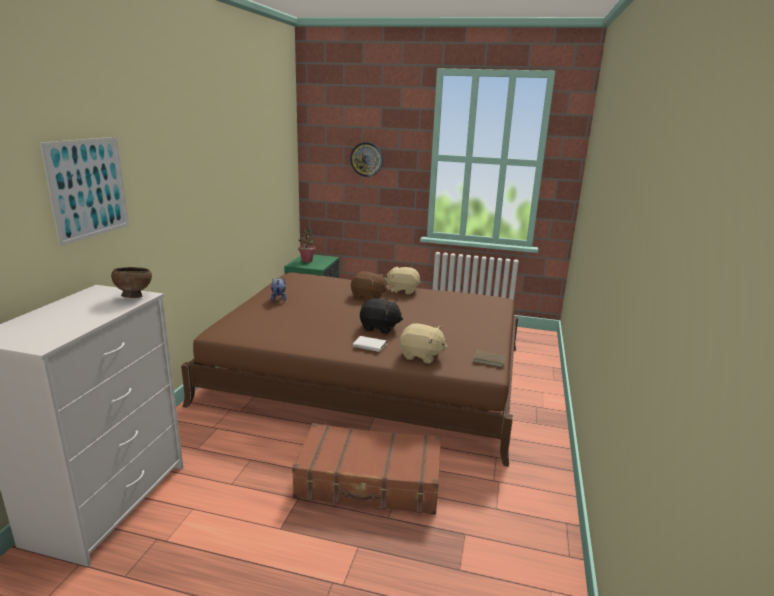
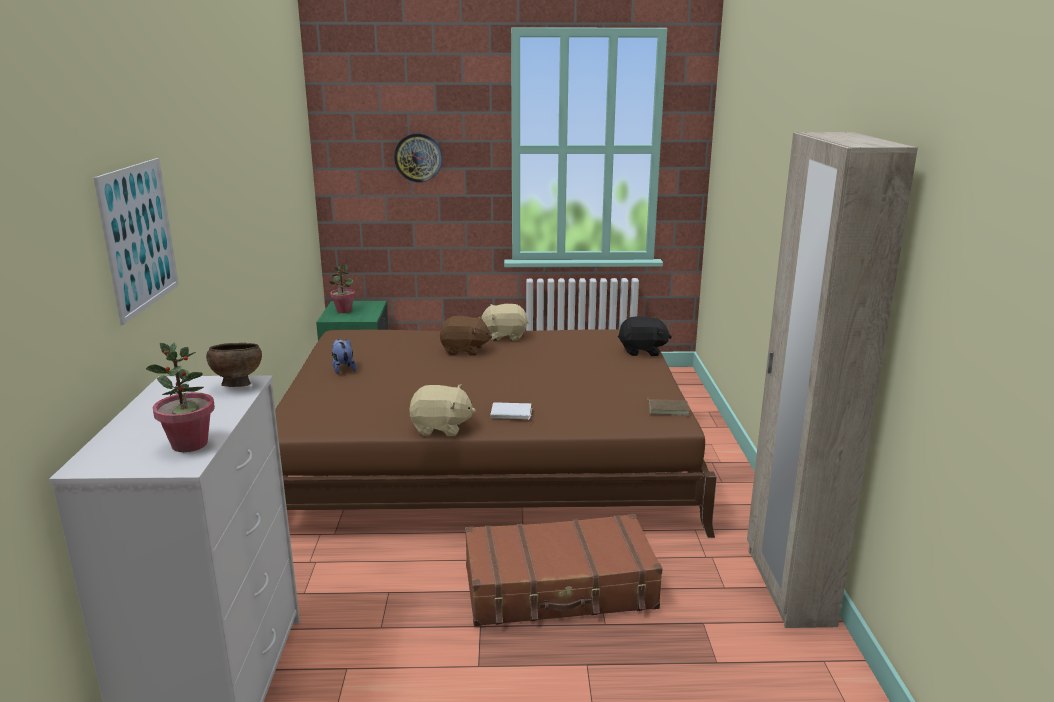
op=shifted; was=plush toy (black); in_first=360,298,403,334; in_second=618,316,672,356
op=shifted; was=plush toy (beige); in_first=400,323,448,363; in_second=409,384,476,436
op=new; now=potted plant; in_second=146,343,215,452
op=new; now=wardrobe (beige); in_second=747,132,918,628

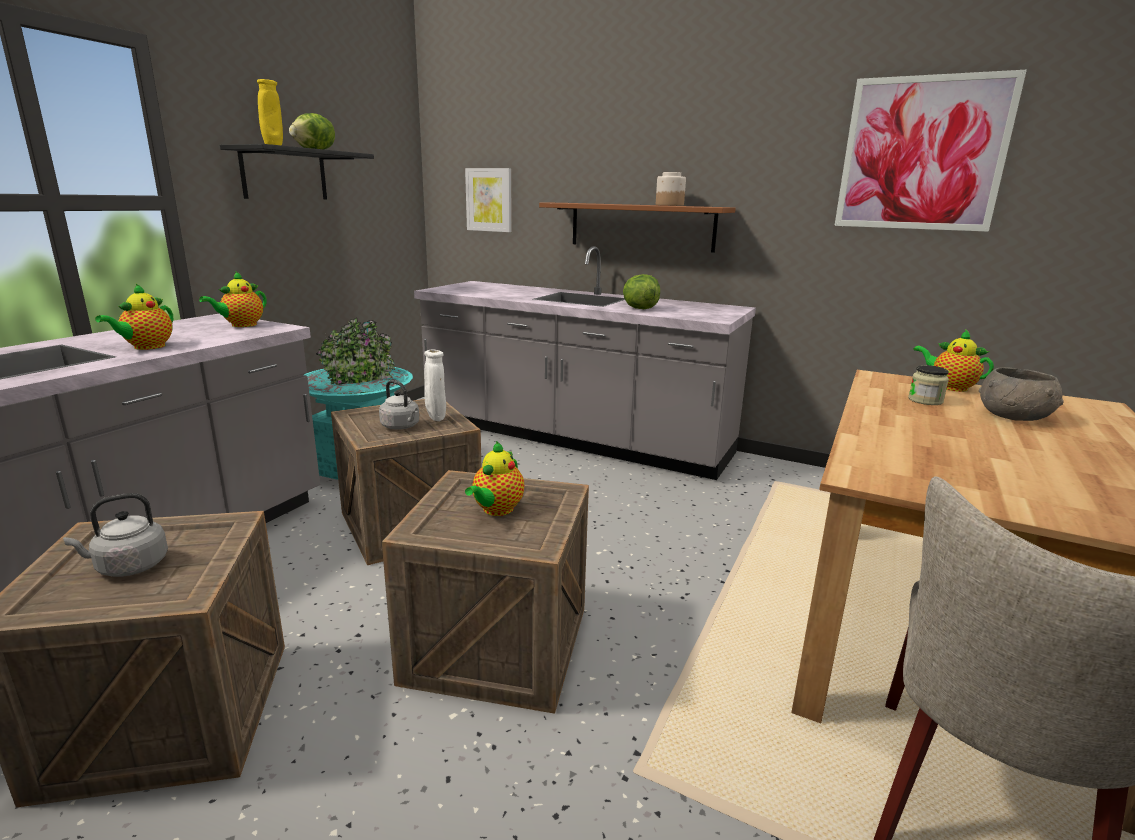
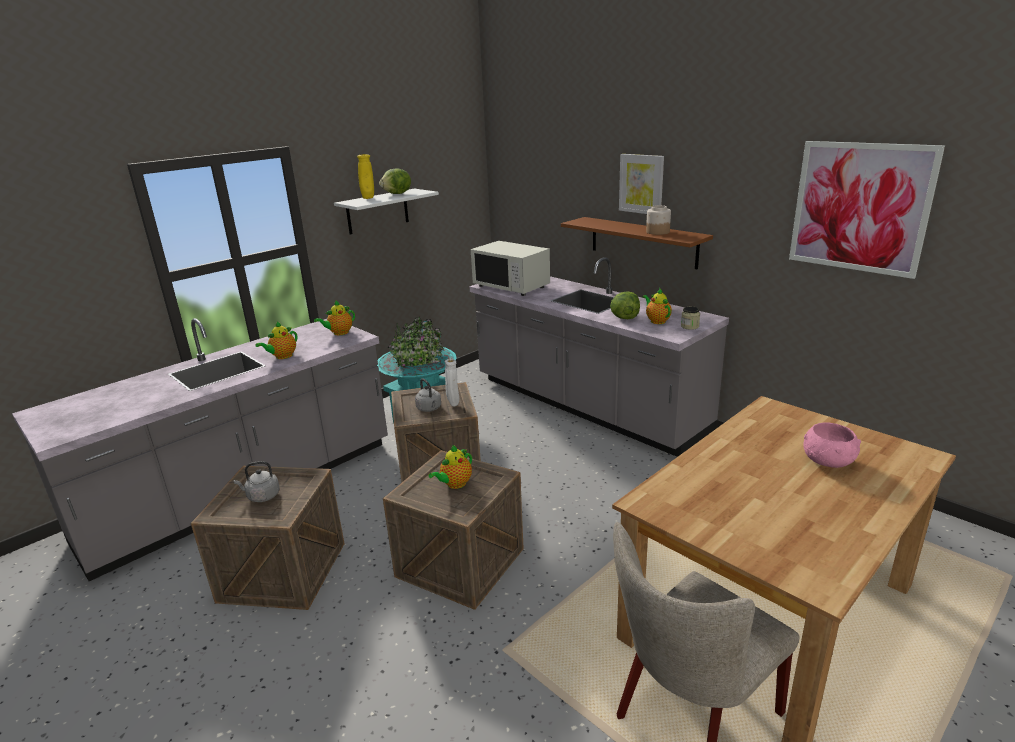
op=repainted; was=shelf (black); now=shelf (white); in_first=220,144,374,200; in_second=334,189,439,235
op=shifted; was=picture; in_first=465,168,512,232; in_second=619,154,664,214
op=shifted; was=jar; in_first=908,365,949,405; in_second=681,306,700,330
op=shifted; was=teapot; in_first=913,329,994,392; in_second=643,289,672,324
op=repainted; was=bowl (grey); now=bowl (pink); in_first=979,367,1064,421; in_second=803,422,861,468
op=new; now=microwave (white); in_second=471,241,550,296

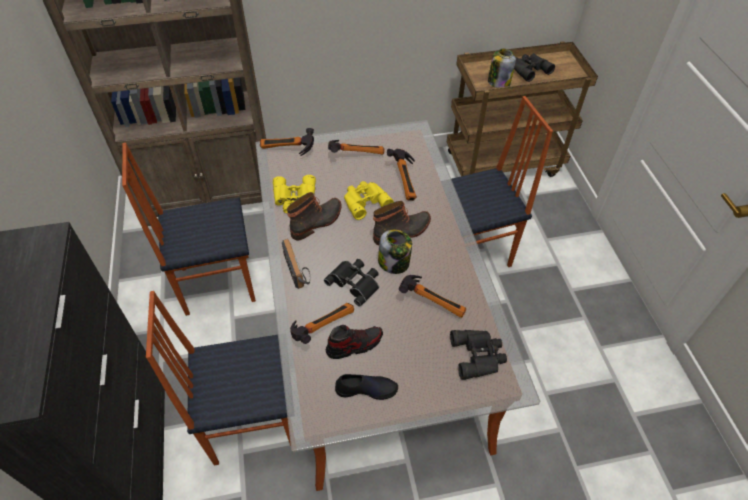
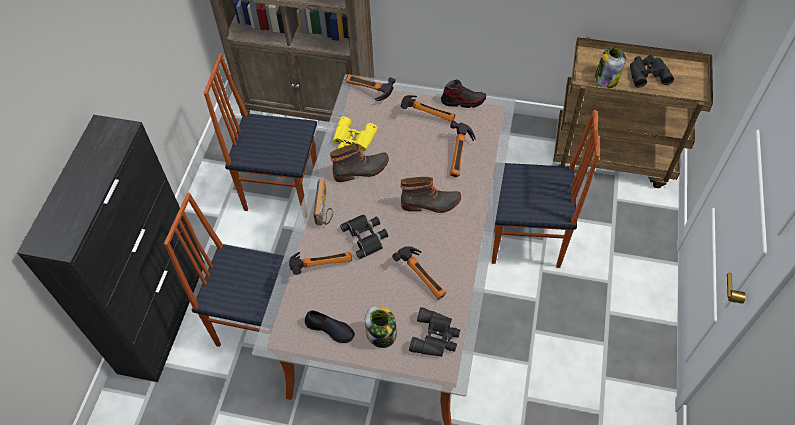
op=shifted; was=shoe; in_first=326,325,383,359; in_second=441,79,486,108
op=gone; was=binoculars (yellow); in_first=344,181,394,220
op=shifted; was=jar; in_first=378,230,412,274; in_second=365,306,397,348

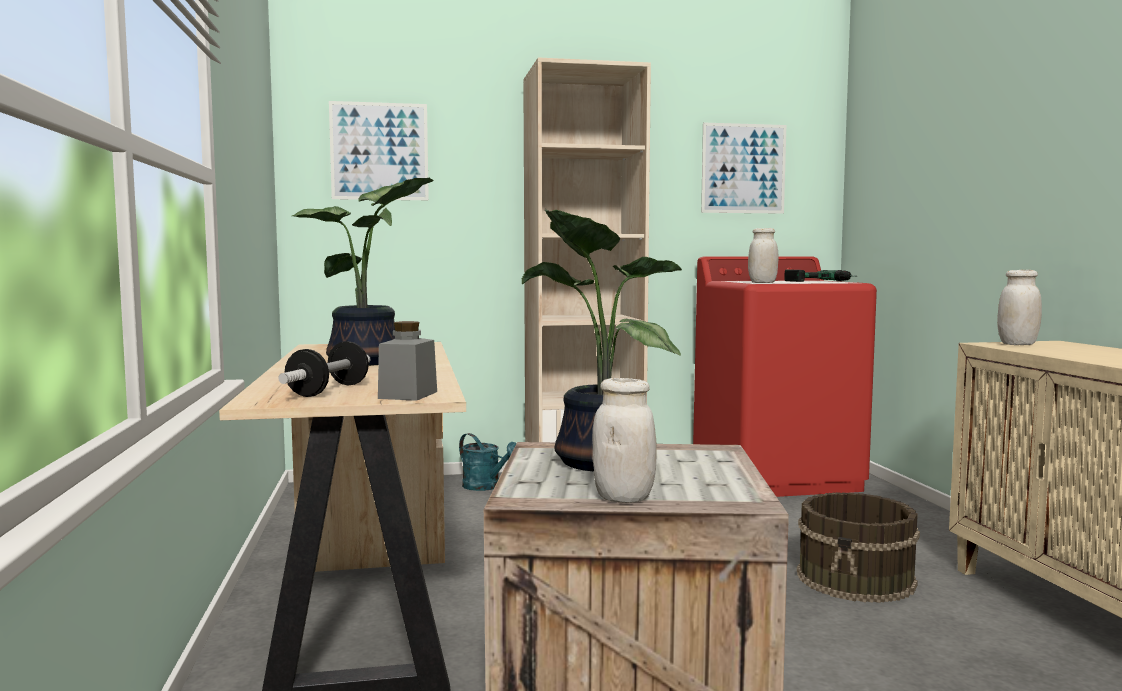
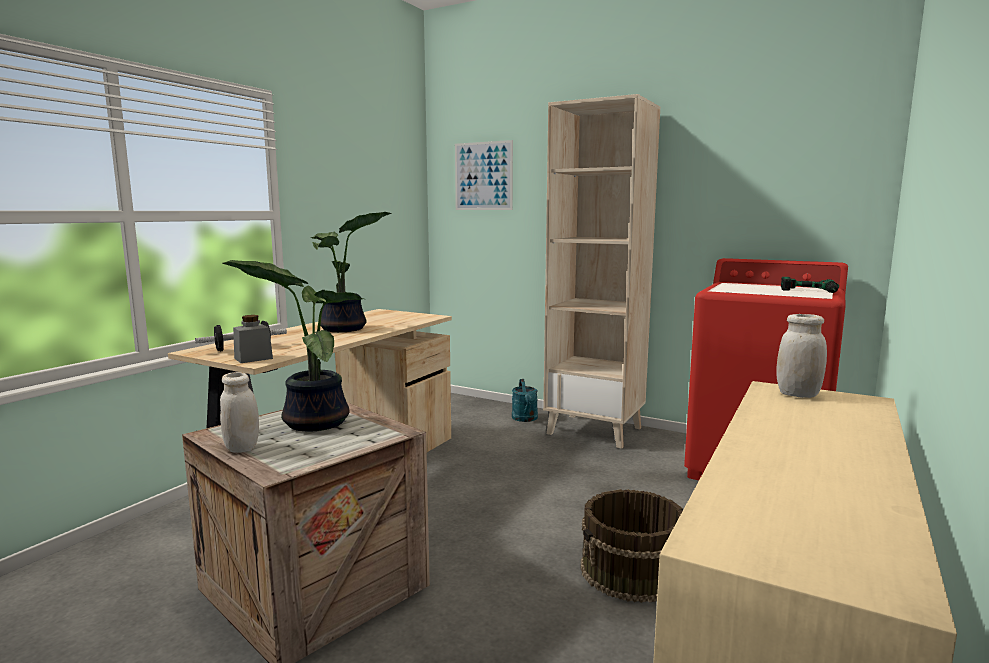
op=gone; was=picture; in_first=701,122,786,214
op=gone; was=jar (white); in_first=748,228,779,283

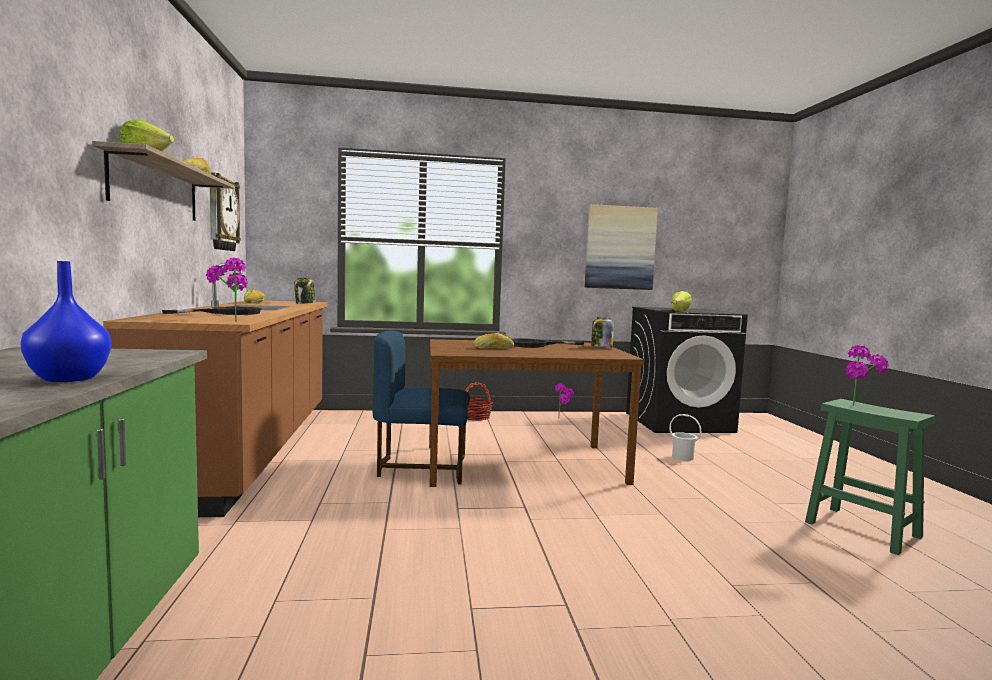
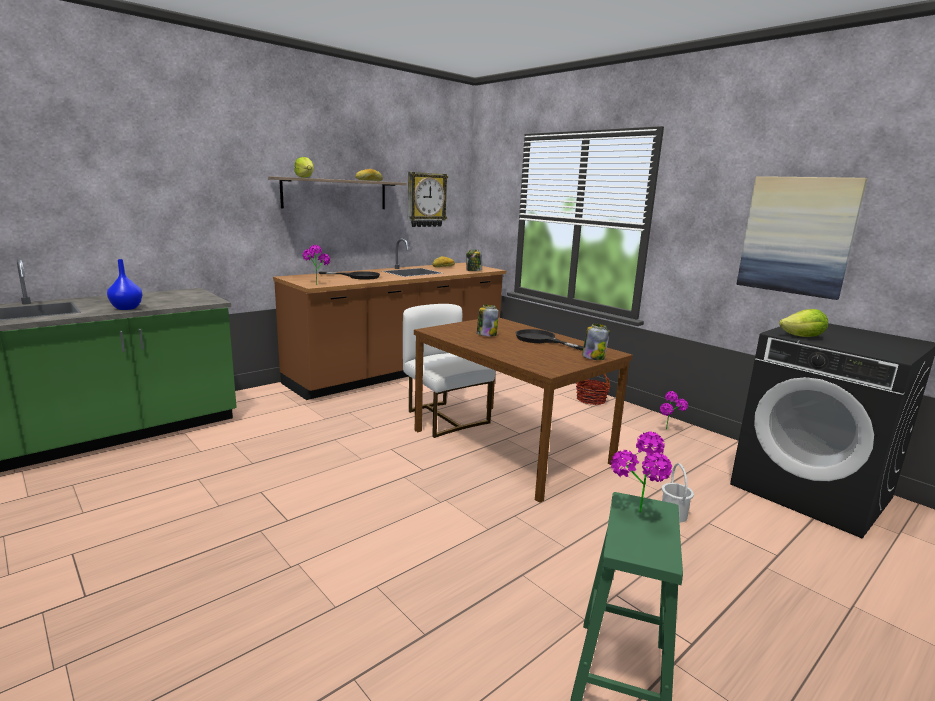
op=repainted; was=chair (blue); now=chair (white); in_first=373,331,470,484; in_second=403,304,495,438
op=swapped; was=bread; now=jar; in_first=473,333,514,349; in_second=477,305,499,336

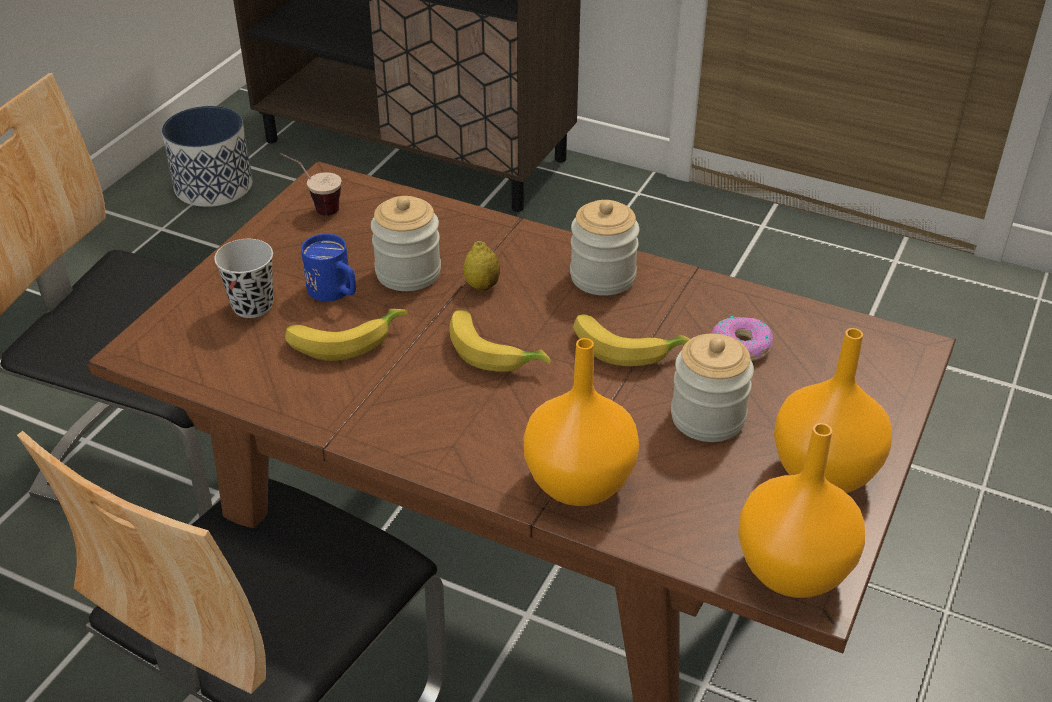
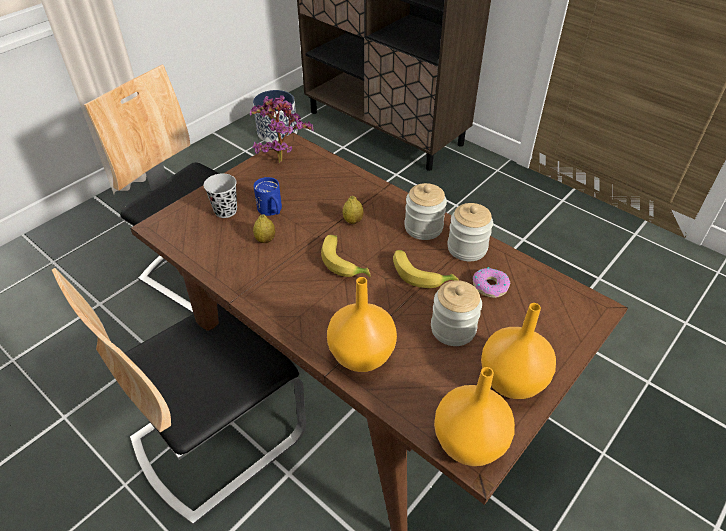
op=swapped; was=cup; now=potted plant; in_first=280,153,342,216; in_second=250,95,314,163
op=swapped; was=banana; now=lemon; in_first=285,309,408,361; in_second=253,214,275,243
op=shifted; was=jar; in_first=371,196,441,291; in_second=447,203,493,261

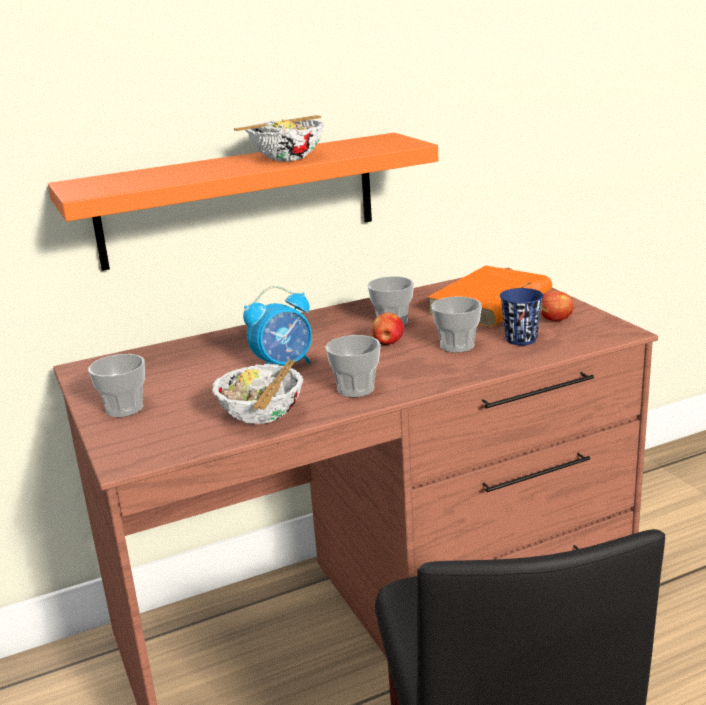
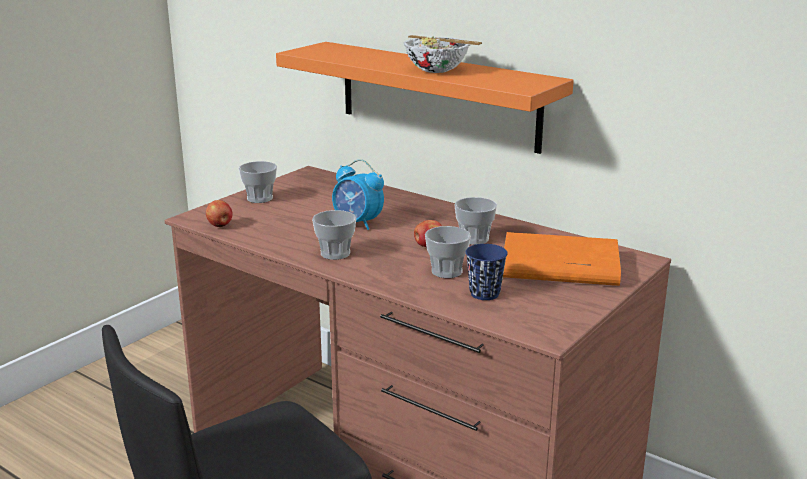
op=gone; was=bowl; in_first=212,359,304,424
op=shifted; was=apple; in_first=541,291,573,321; in_second=206,200,233,227

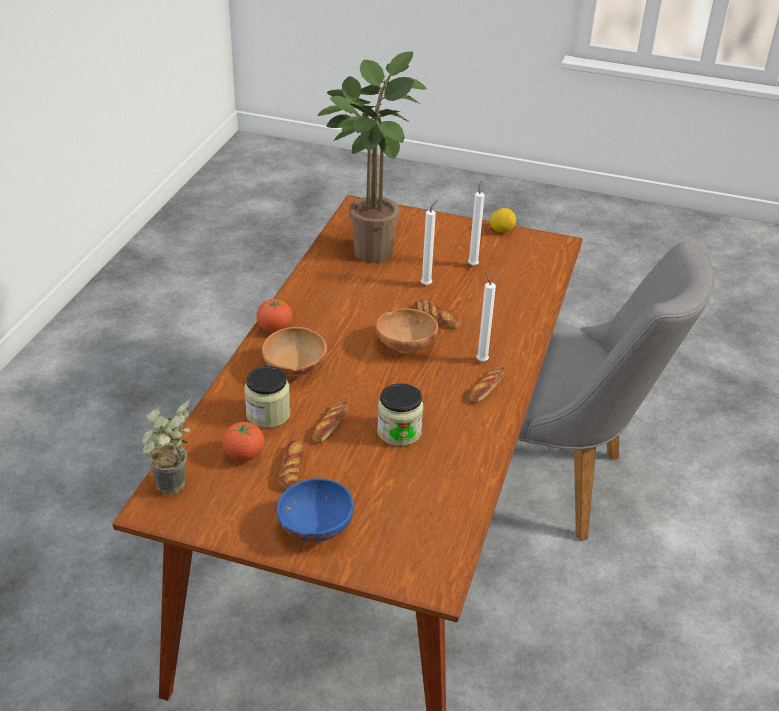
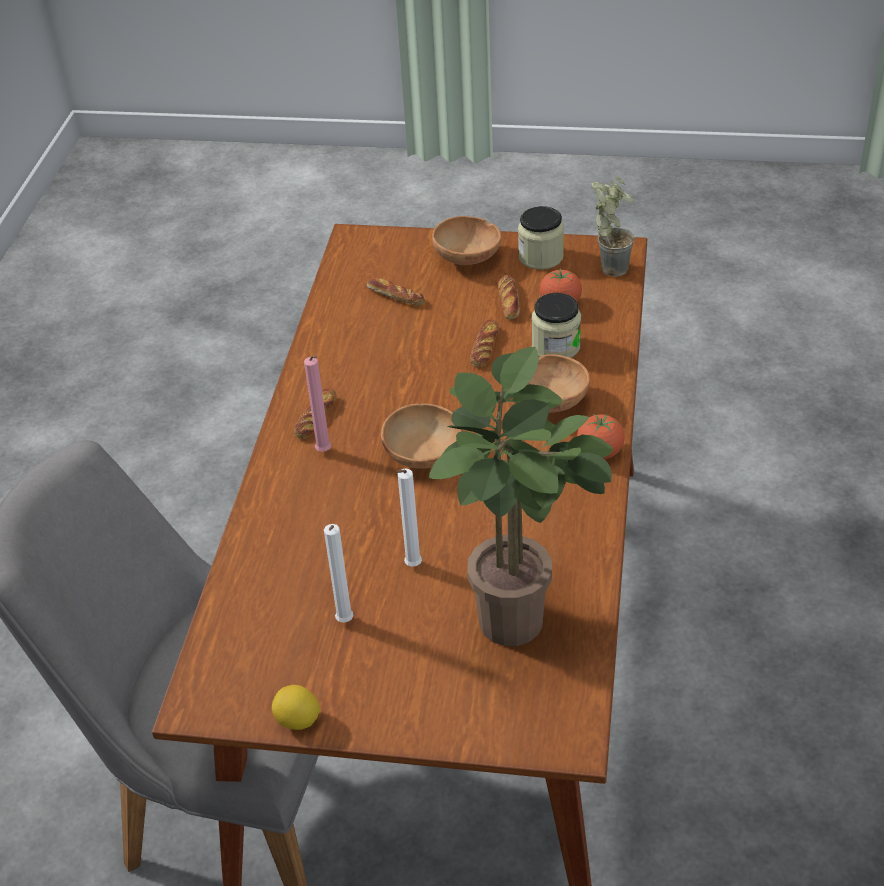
op=repainted; was=bowl (blue); now=bowl (brown); in_first=276,478,354,542; in_second=432,216,501,265
op=shifted; was=jar; in_first=377,383,423,446; in_second=518,206,564,270
op=shifted; was=bread; in_first=414,299,461,328; in_second=367,278,425,306
op=repainted; was=candle (white); now=candle (pink); in_first=476,271,496,362; in_second=304,355,331,452

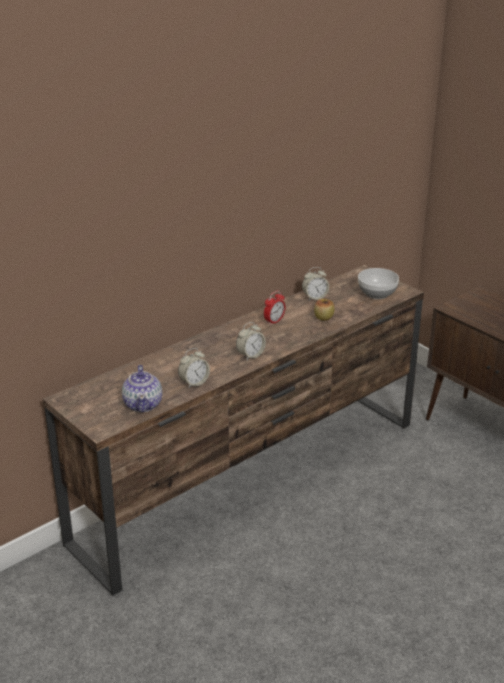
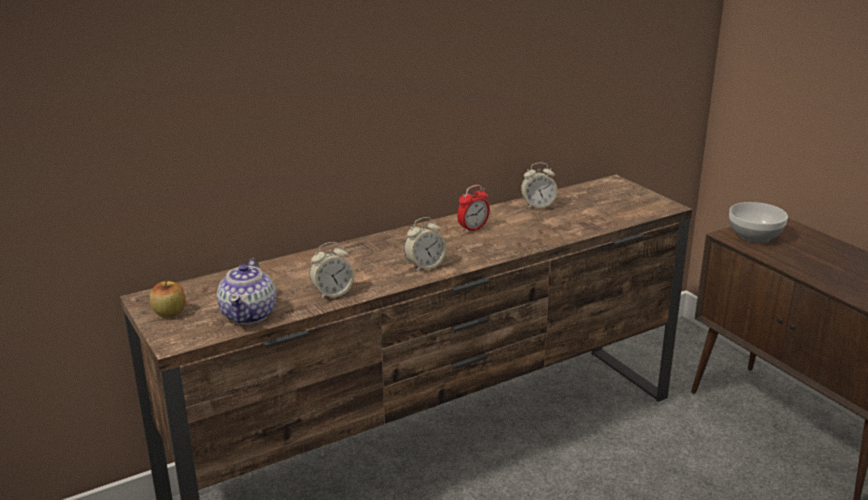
op=shifted; was=apple; in_first=314,298,334,321; in_second=150,280,186,318
op=shifted; was=bowl; in_first=358,268,399,299; in_second=729,202,788,243

